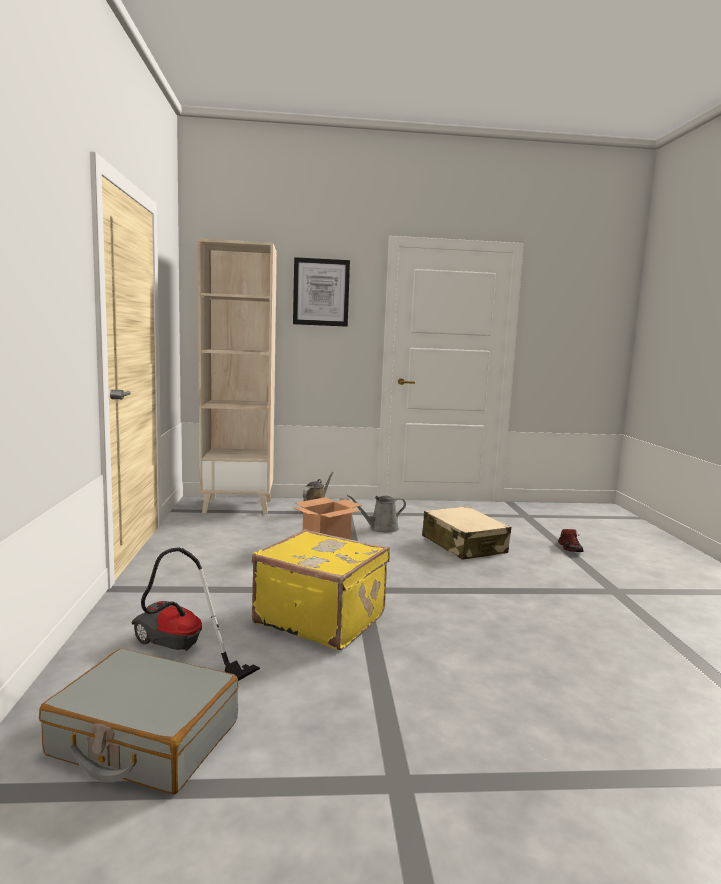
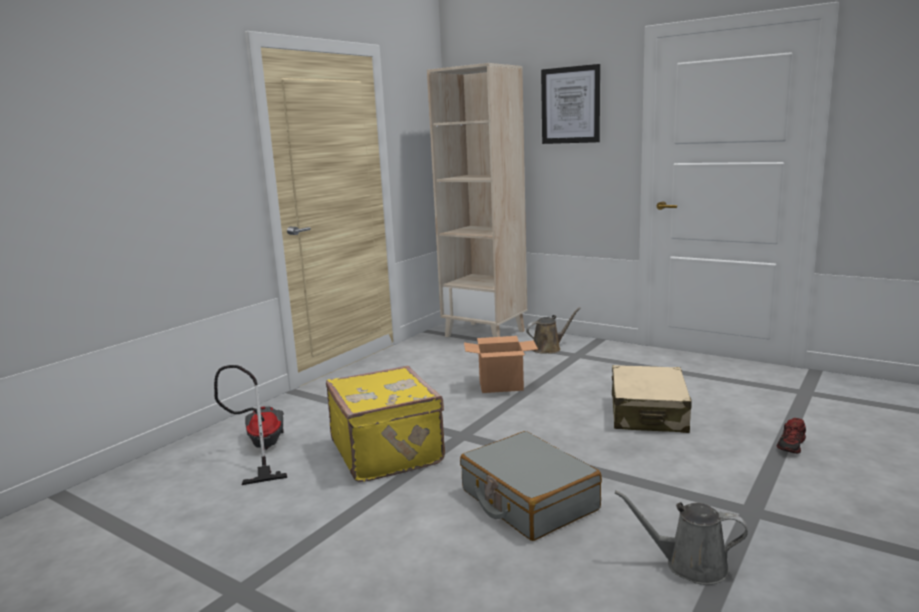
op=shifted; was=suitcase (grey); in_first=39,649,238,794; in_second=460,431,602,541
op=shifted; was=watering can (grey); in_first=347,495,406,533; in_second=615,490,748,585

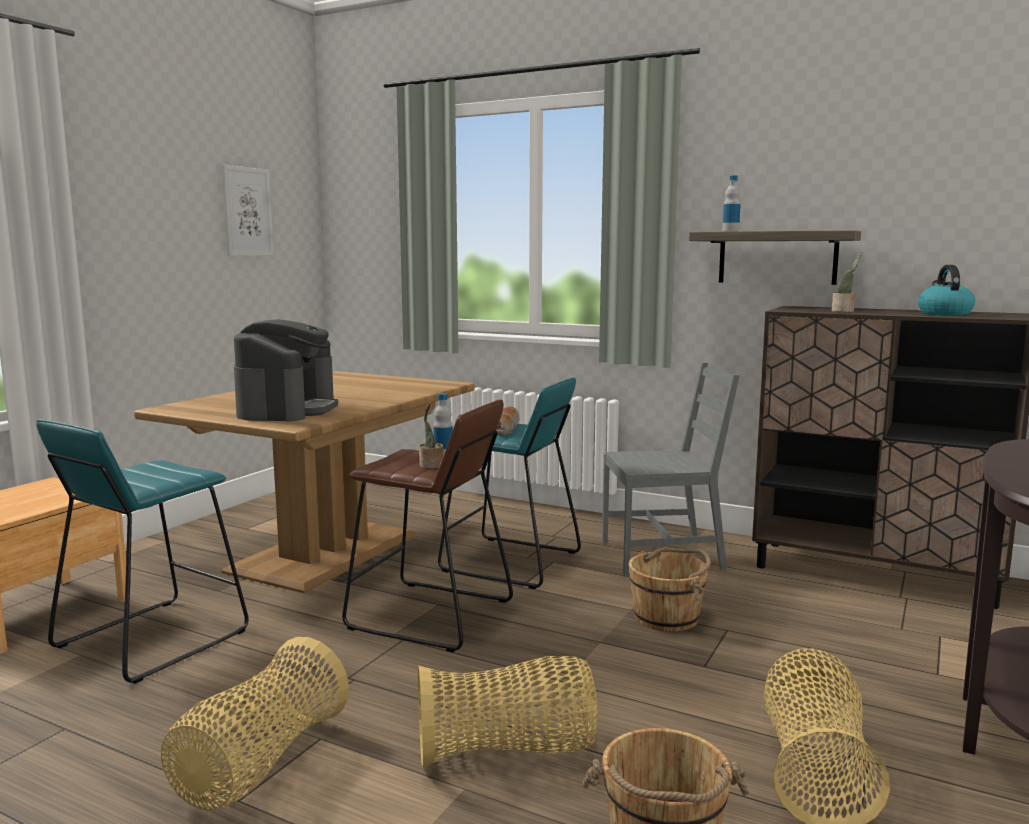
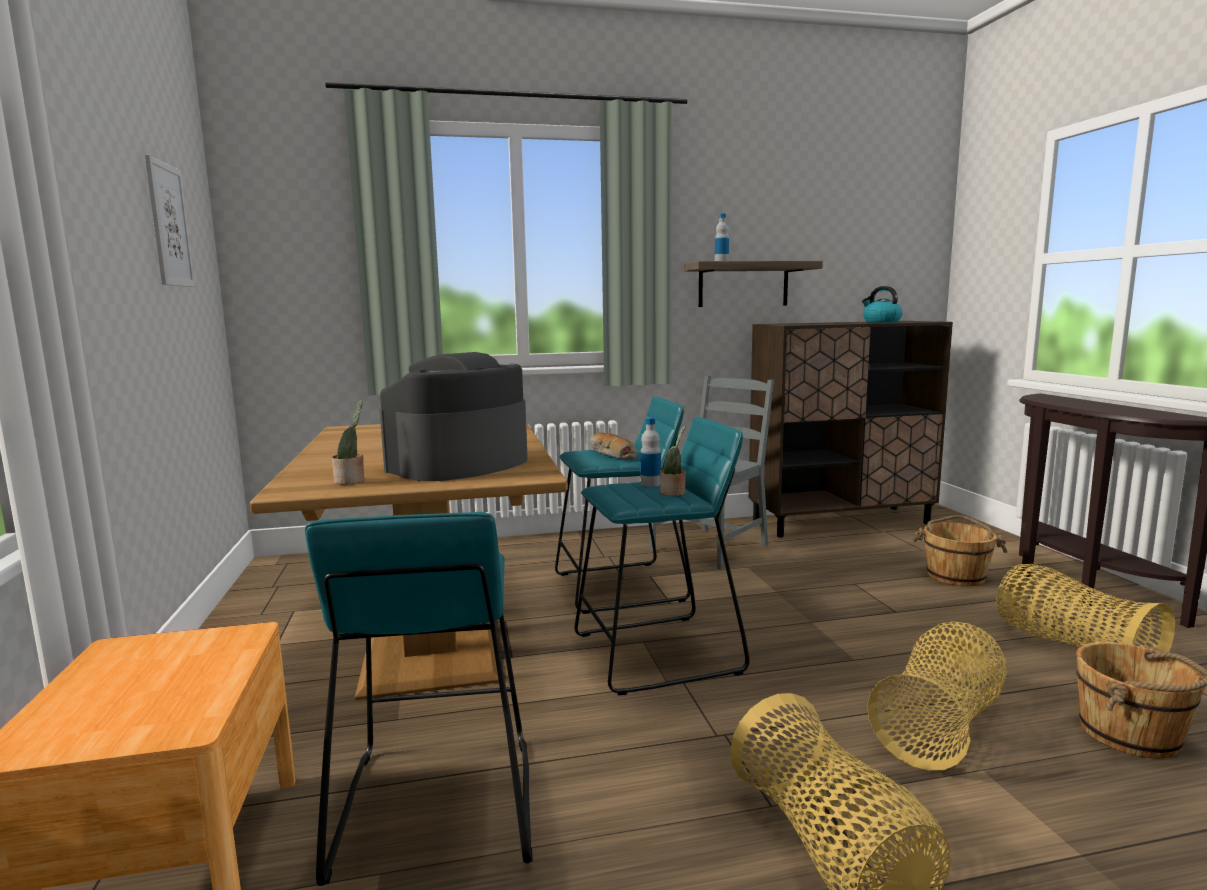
op=rotated; was=coffee machine; in_first=234,319,338,421; in_second=380,352,528,481; clockwise=-105
op=repainted; was=stool (brown); now=stool (turquoise); in_first=342,400,513,652; in_second=574,417,750,695
op=shifted; was=bucket (brown); in_first=629,548,711,632; in_second=913,515,1008,586
op=shifted; was=potted plant; in_first=832,252,862,312; in_second=332,400,364,485

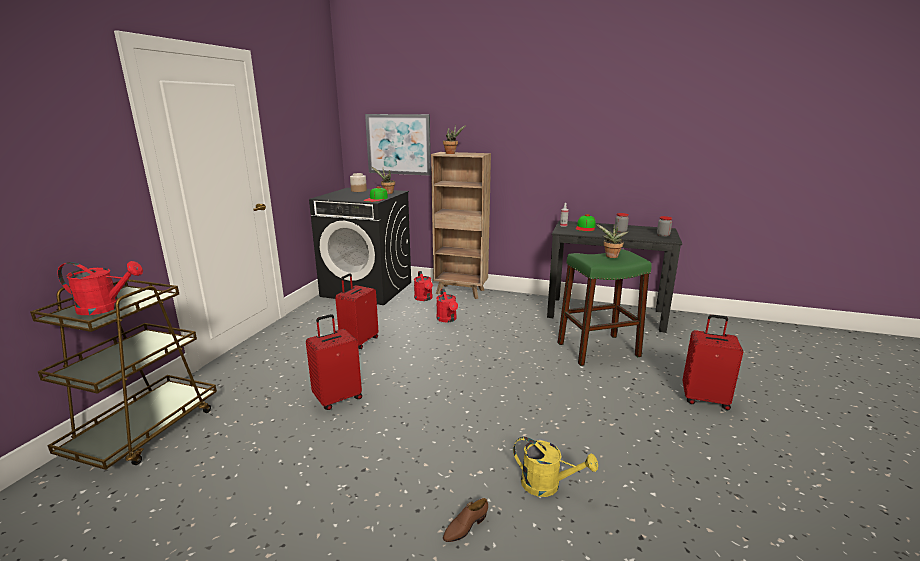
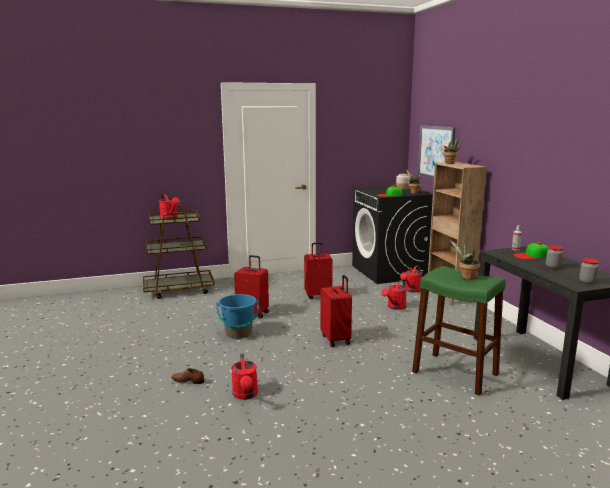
op=repainted; was=watering can (yellow); now=watering can (red); in_first=513,437,598,497; in_second=231,354,258,400
op=shifted; was=suitcase (red); in_first=682,315,743,410; in_second=320,275,352,347
op=new; now=bucket (blue); in_second=216,294,259,339

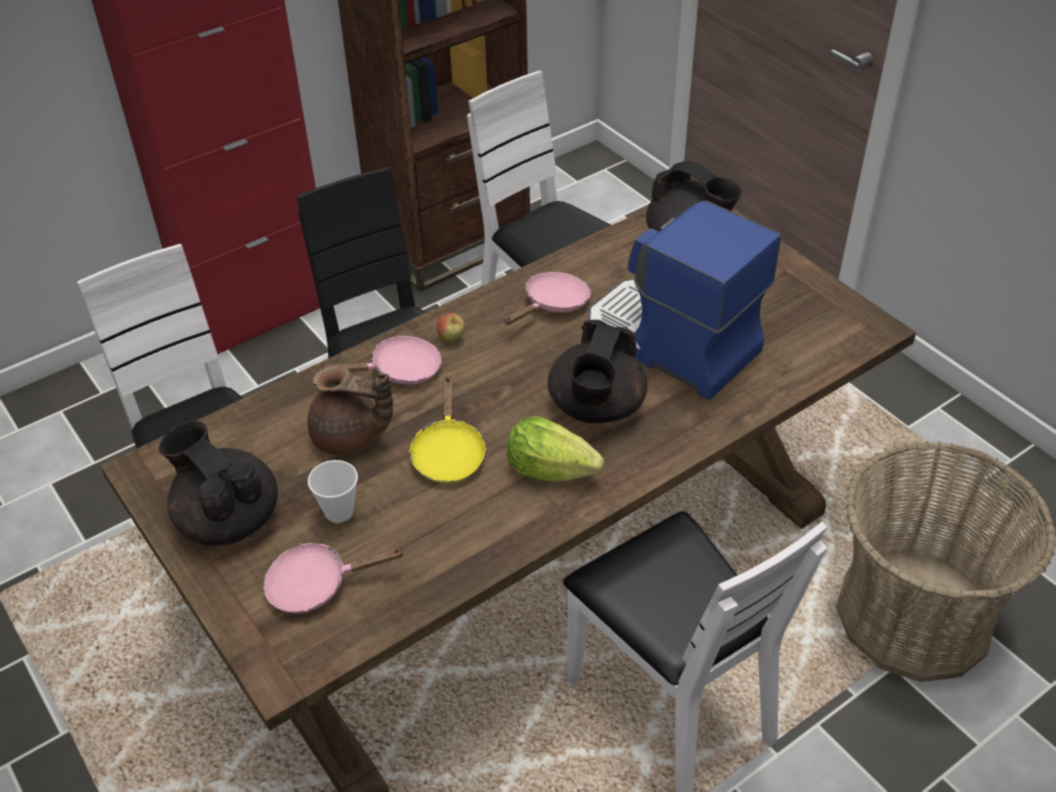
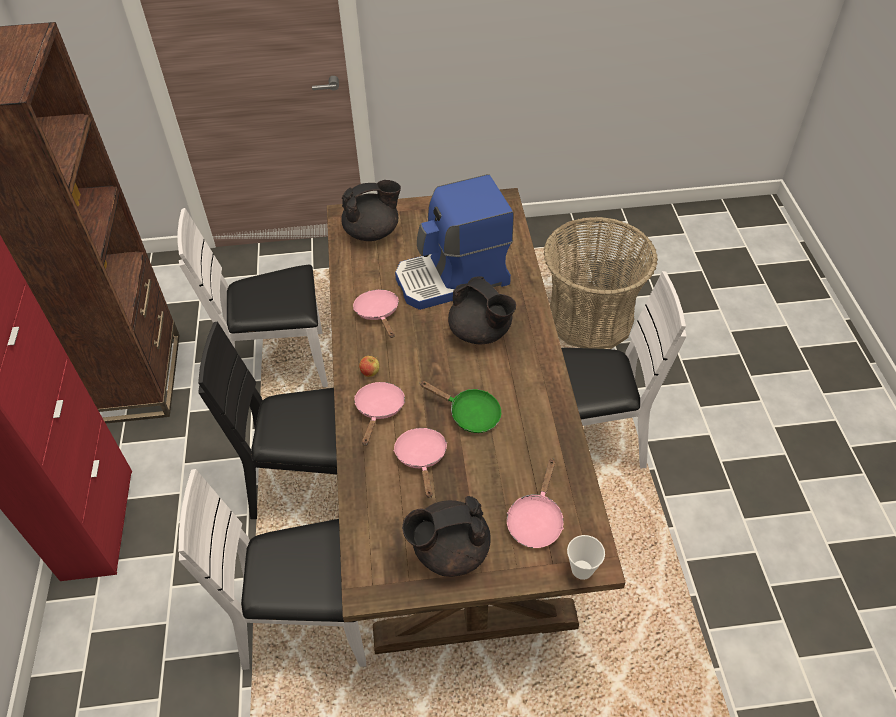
op=swapped; was=teapot (brown); now=frying pan (pink); in_first=307,366,393,455; in_second=393,428,448,498
op=shifted; was=cup; in_first=308,460,358,523; in_second=567,535,605,580
op=repainted; was=frying pan (yellow); now=frying pan (green); in_first=409,375,487,483; in_second=421,381,501,433
op=gone; was=lettuce; in_first=507,416,604,482

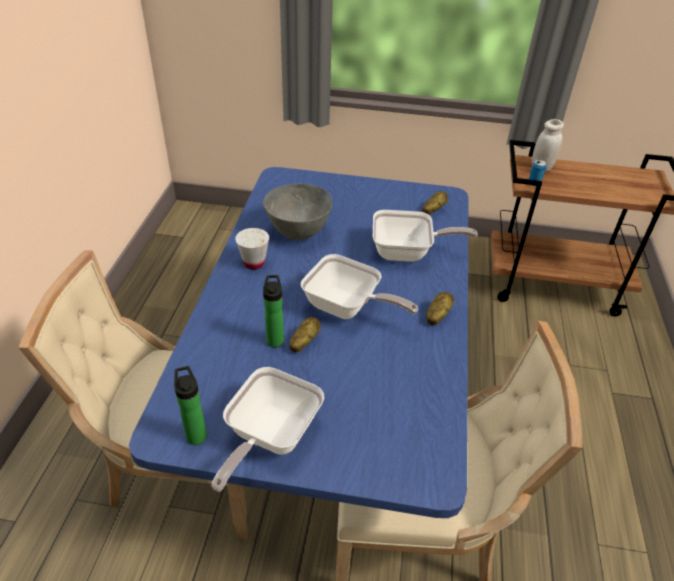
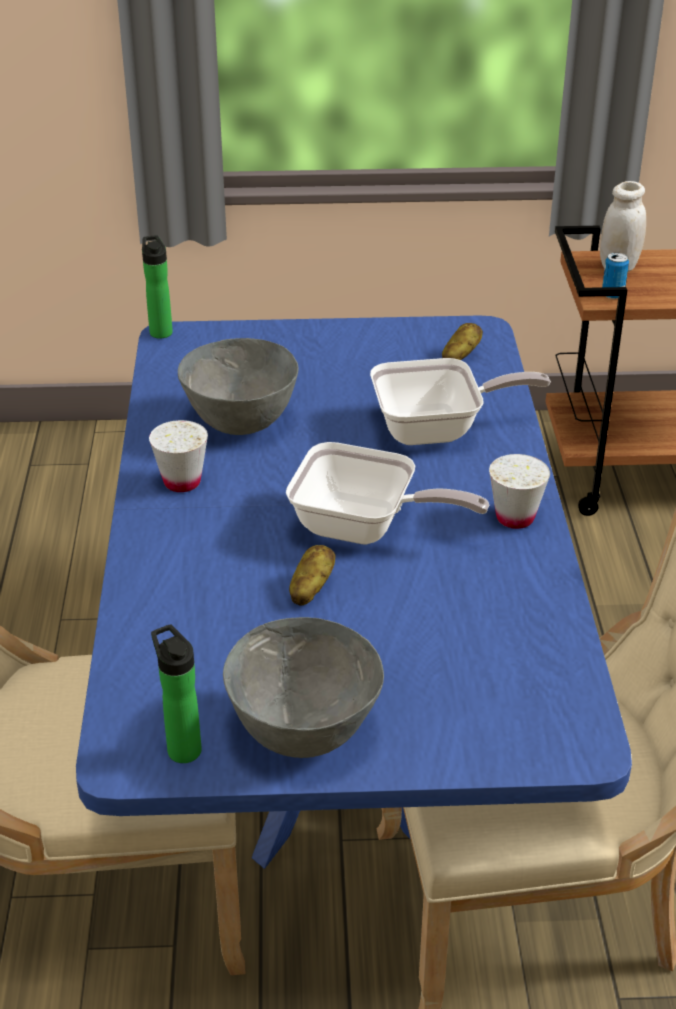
op=swapped; was=frying pan; now=bowl (grey); in_first=211,367,324,492; in_second=223,617,384,758
op=shifted; was=bottle; in_first=263,275,284,347; in_second=142,235,173,339
op=swapped; was=potato; now=cup (white); in_first=426,292,454,325; in_second=489,454,550,529

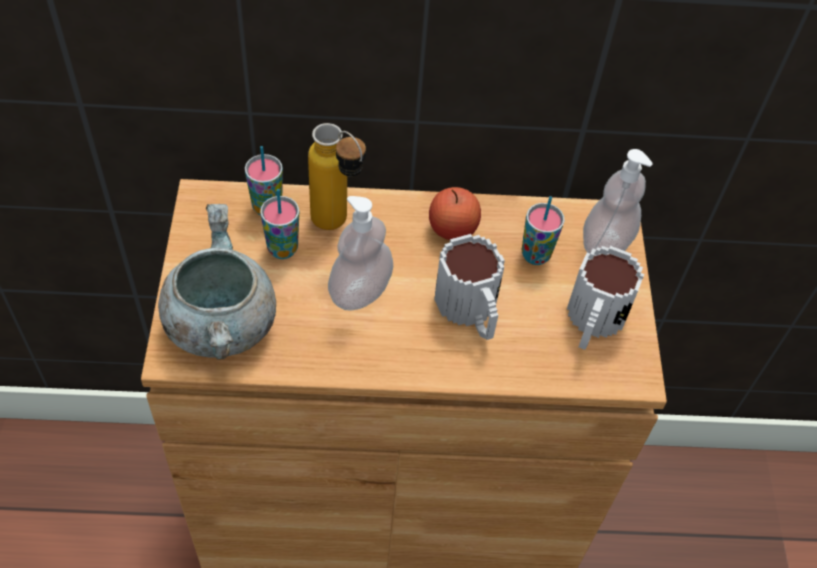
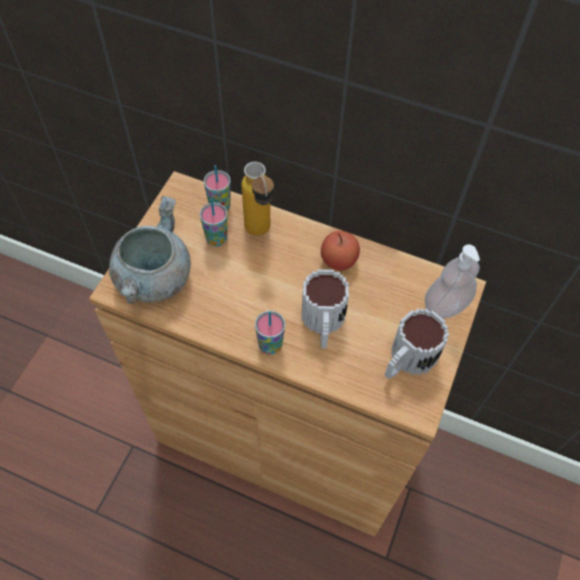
op=gone; was=soap dispenser; in_first=328,196,393,311
op=shifted; was=cup; in_first=522,196,565,265; in_second=255,311,285,355

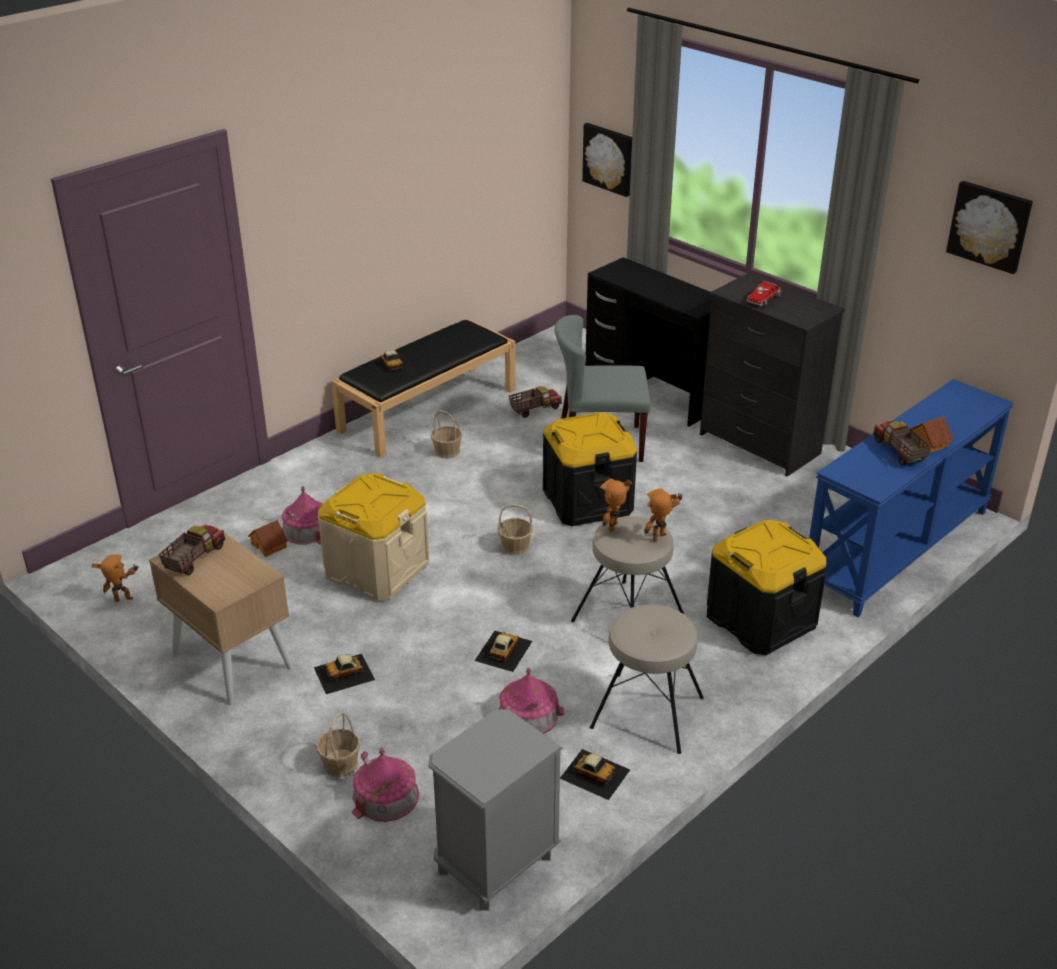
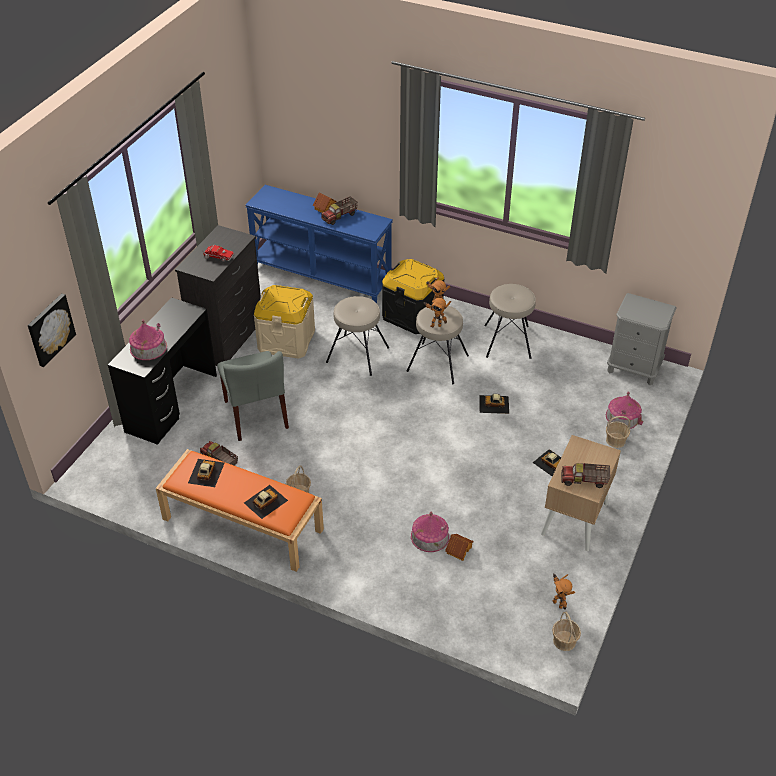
op=shifted; was=storage box (beige); in_first=318,473,429,601; in_second=254,285,315,359
op=repainted; was=bench (black); now=bench (orange); in_first=331,319,516,458; in_second=156,449,324,572
op=shifted; was=basket; in_first=498,504,533,556; in_second=552,612,581,651
op=shifted; was=toy house; in_first=498,668,564,734; in_second=129,319,167,360
op=gone; was=storage box (black); in_first=543,412,637,526
op=shifted; was=toy car; in_first=560,749,630,800; in_second=188,459,224,487
op=gone; was=picture; in_first=946,181,1033,274
op=new; now=stool (beige); in_second=326,296,389,376

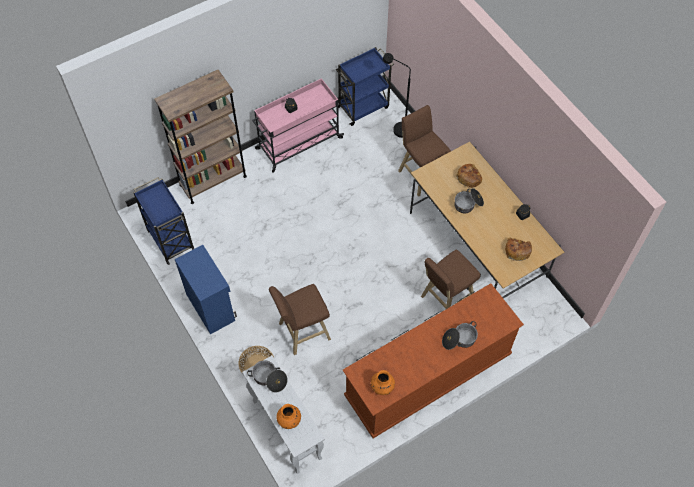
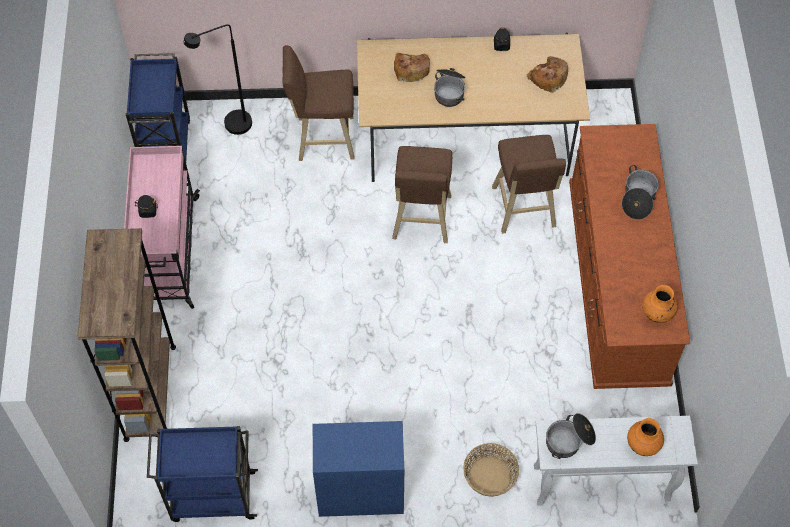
op=shifted; was=stool (brown); in_first=269,284,331,355; in_second=392,146,452,243

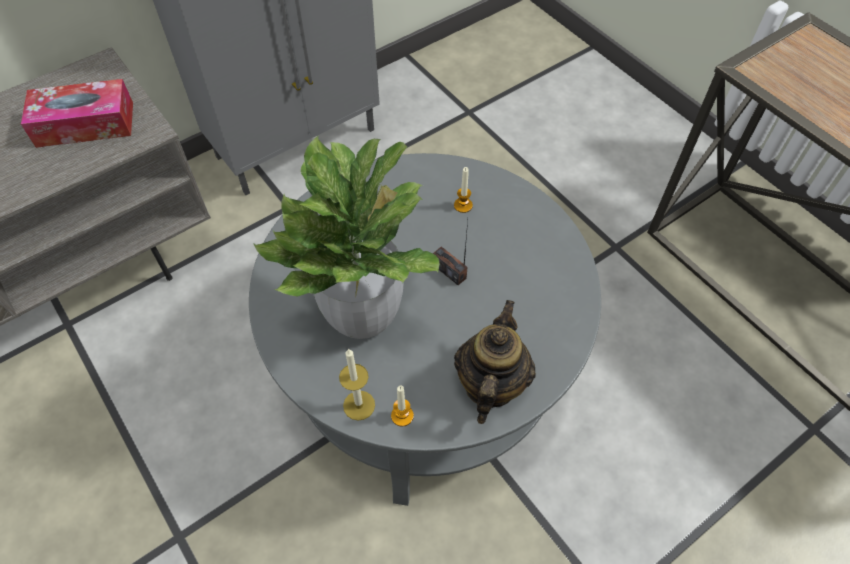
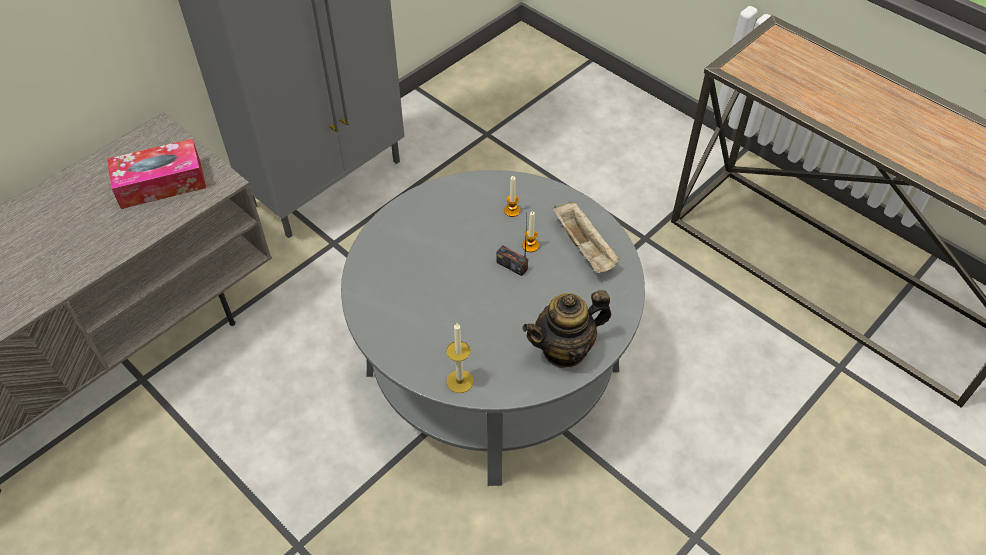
op=gone; was=potted plant; in_first=253,135,440,339
op=shifted; was=candle; in_first=391,386,414,427; in_second=522,212,539,252
op=rotated; was=teapot; in_first=454,300,536,424; in_second=523,290,611,368; clockwise=-120
op=new; now=tray (beige); in_second=553,201,620,273

